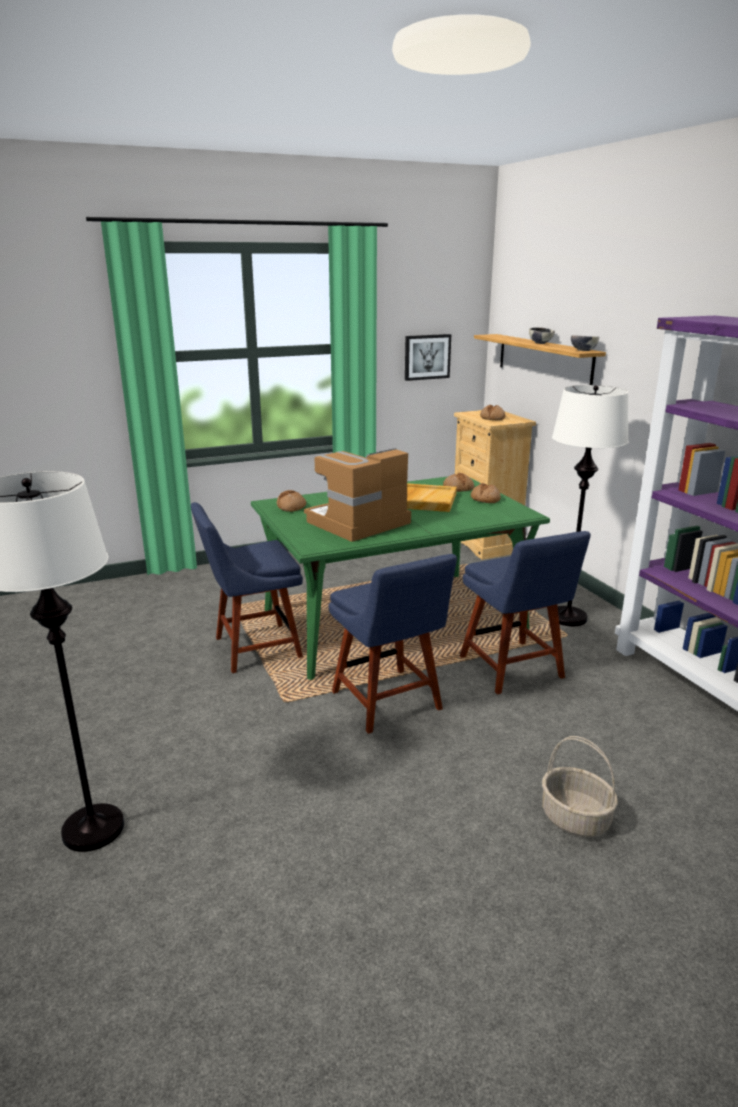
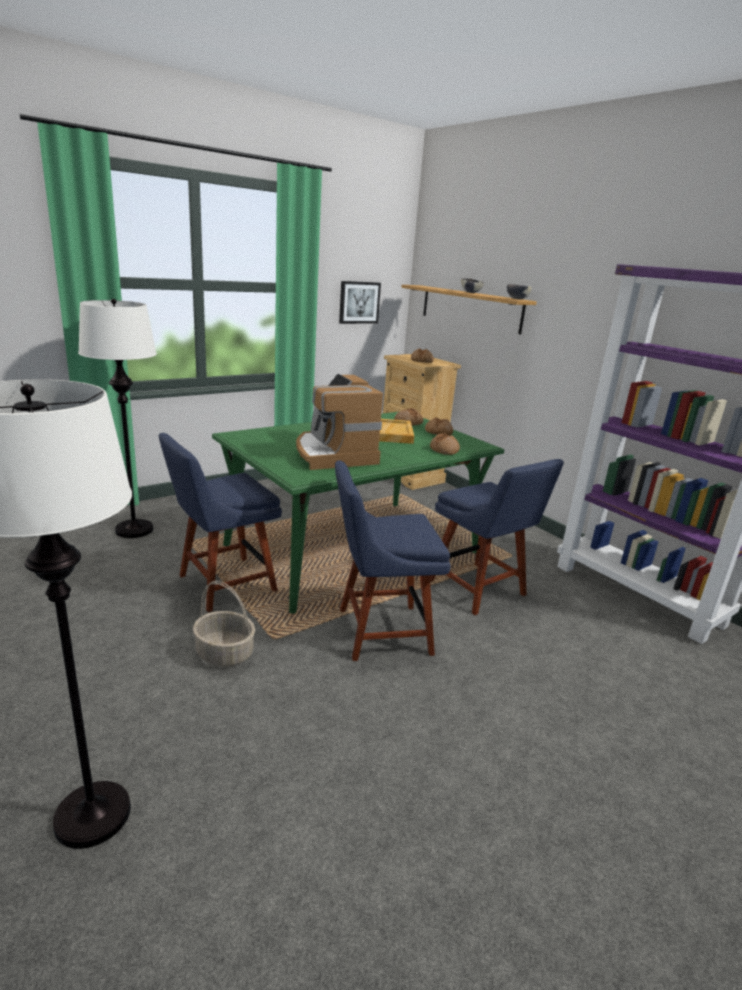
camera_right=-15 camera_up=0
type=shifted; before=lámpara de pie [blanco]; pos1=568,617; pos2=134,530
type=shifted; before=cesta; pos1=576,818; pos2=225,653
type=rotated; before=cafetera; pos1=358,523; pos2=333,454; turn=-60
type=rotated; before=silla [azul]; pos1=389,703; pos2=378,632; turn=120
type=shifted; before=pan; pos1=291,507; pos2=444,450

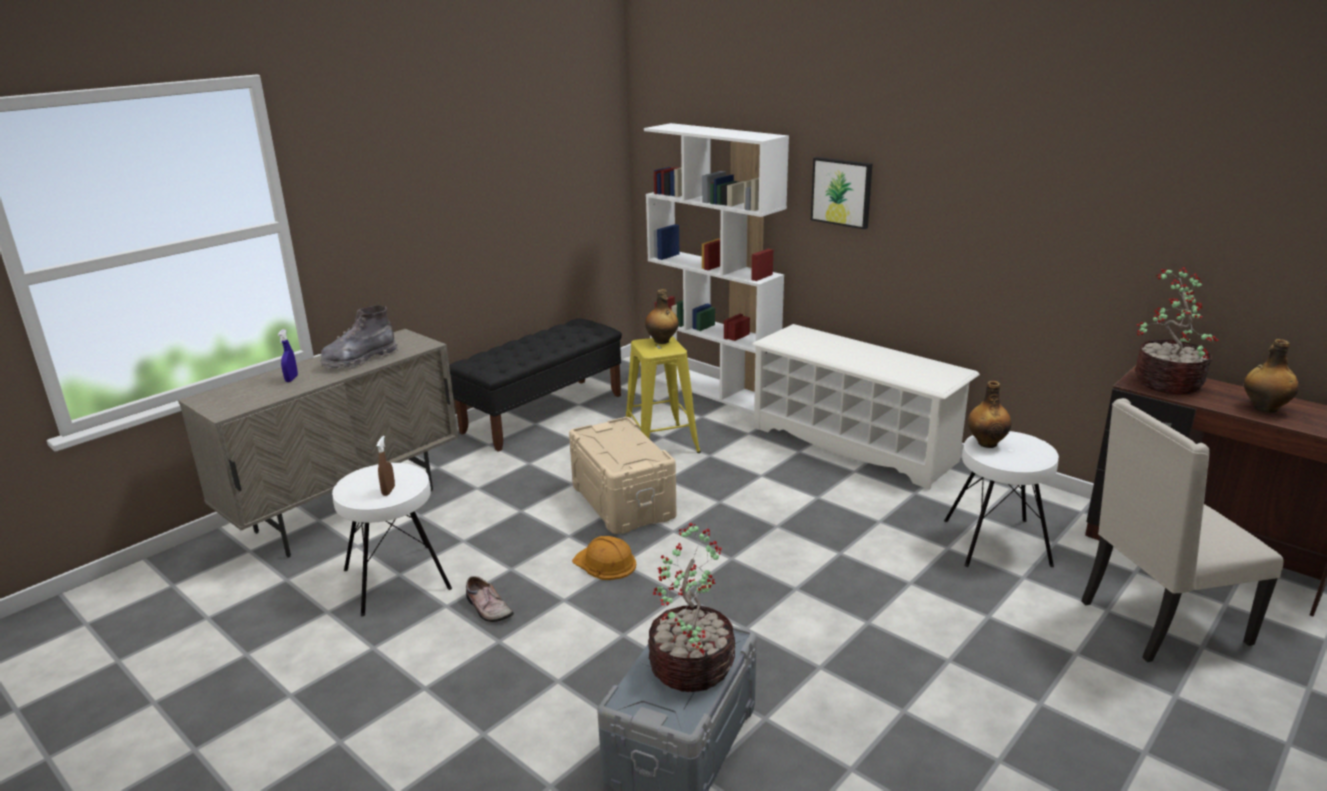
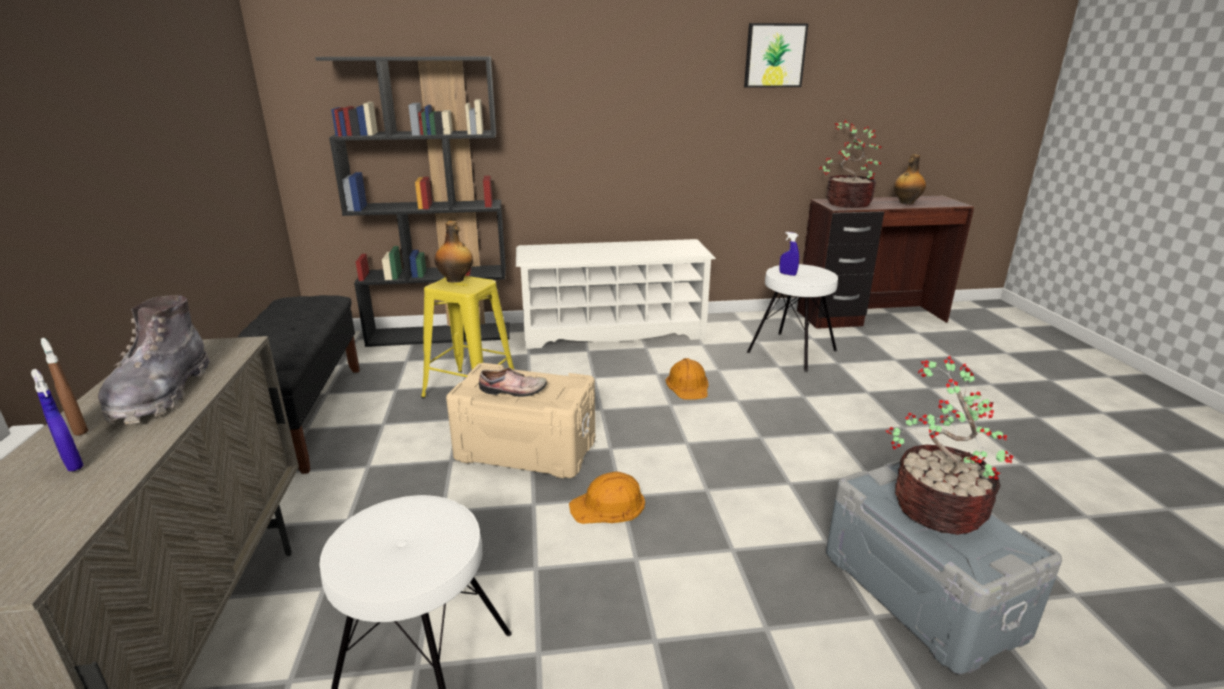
camera_right=-50 camera_up=0
type=shifted; before=pulverizador [marrón]; pos1=388,491; pos2=79,429
type=repainted; before=estantería [blanco]; after=estantería [negro]; pos1=714,389; pos2=441,335
type=shifted; before=zapato; pos1=487,608; pos2=513,391
type=new; after=casco [naranja]; pos2=688,385
type=shifted; before=cuadro; pos1=842,192; pos2=774,55
type=swapped; before=botella; after=pulverizador [azul]; pos1=986,443; pos2=787,274
type=gone; before=silla [beis]; pos1=1159,622

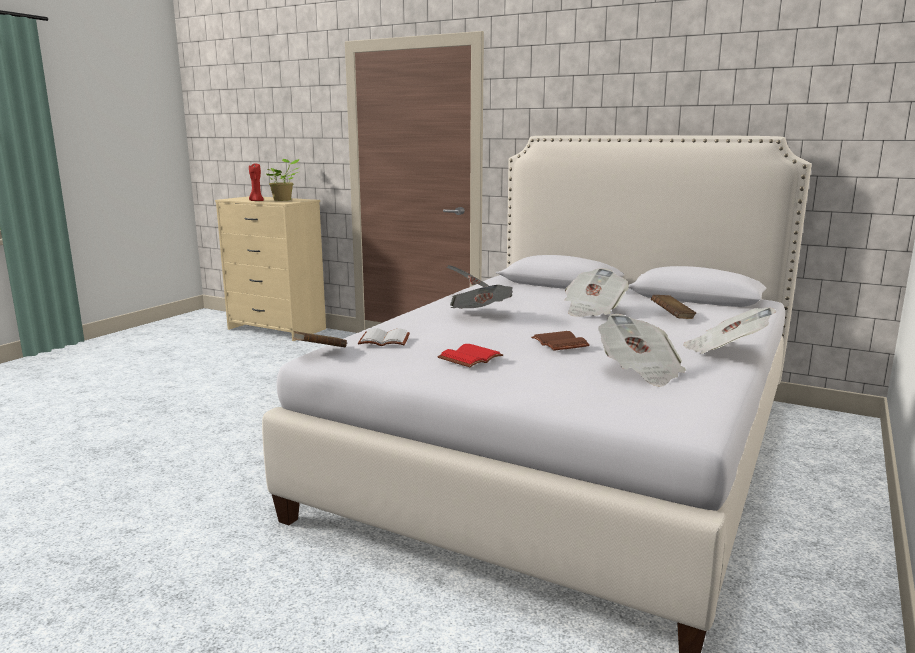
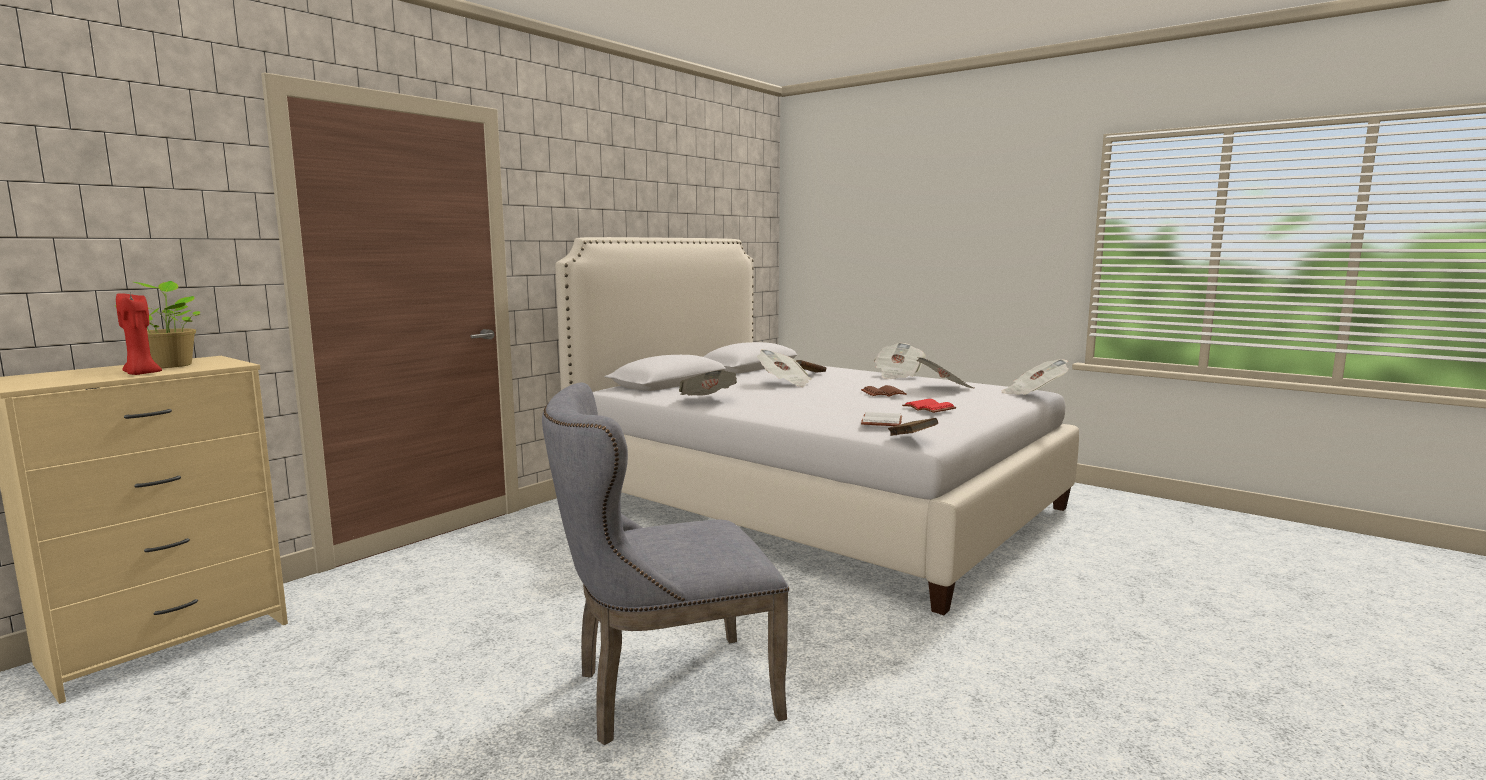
camera_right=-80 camera_up=-5
type=new; after=silla [gris]; pos2=663,693
type=shifted; before=periódico; pos1=480,315; pos2=1033,393

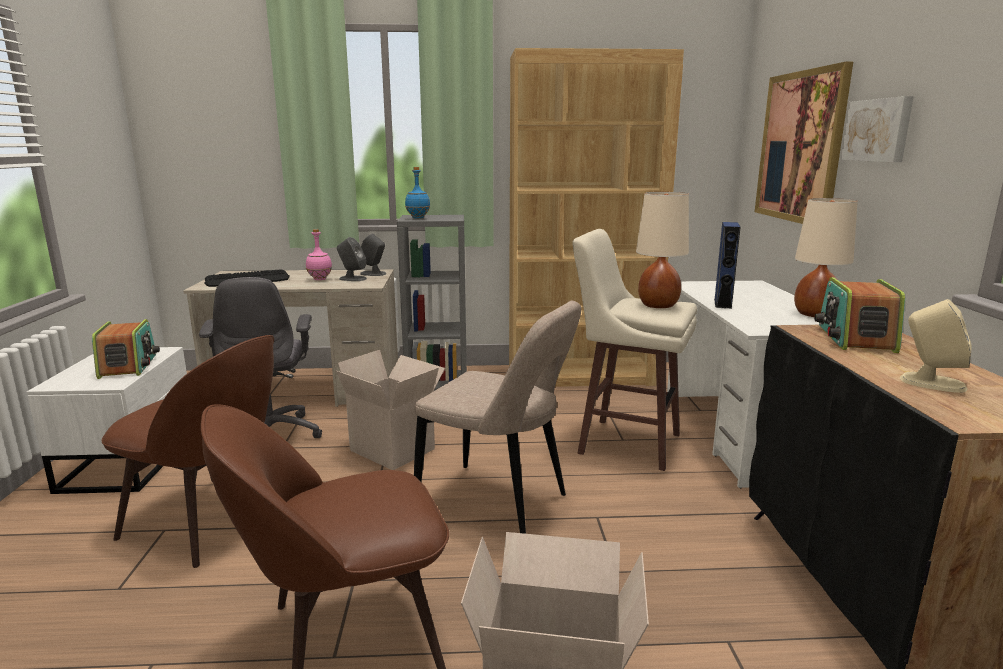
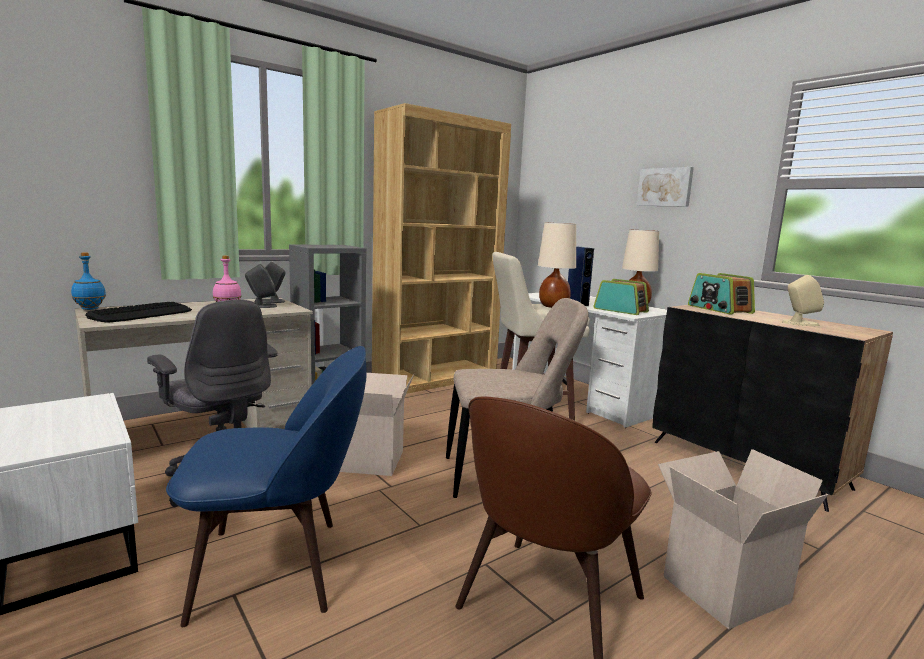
camera_right=-35 camera_up=-5
type=shifted; before=botella [azul]; pos1=417,218; pos2=90,309
type=repainted; before=silla [marrón]; after=silla [azul]; pos1=211,520; pos2=276,567
type=shifted; before=radio; pos1=129,366; pos2=620,310
type=gone; before=cuadro; pos1=800,147

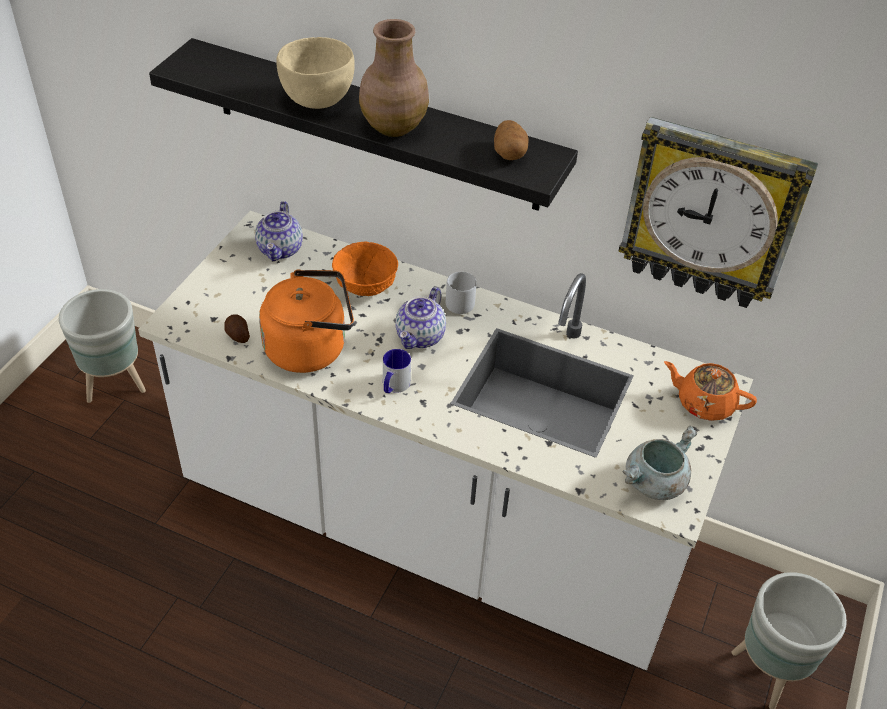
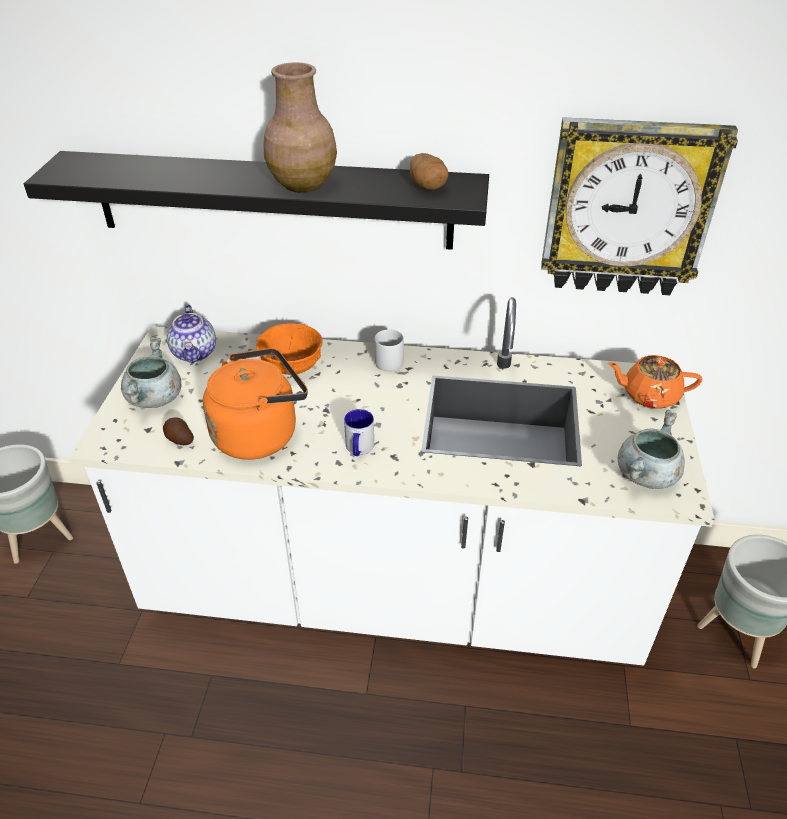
camera_right=-15 camera_up=-5
type=new; after=olla [gris]; pos2=155,399
type=gone; before=cuenco [beis]; pos1=318,100
type=gone; before=tetera; pos1=420,337

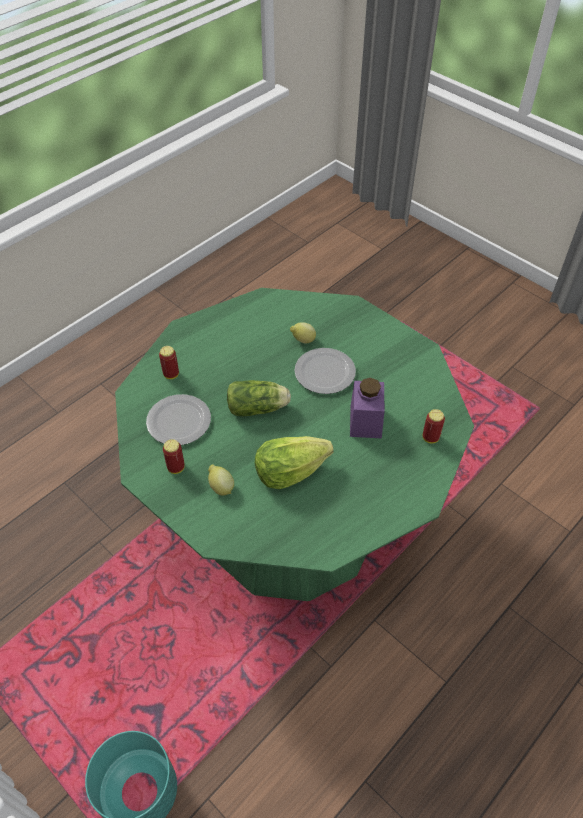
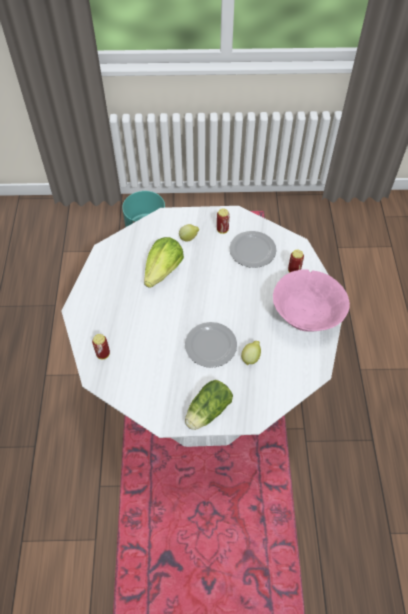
camera_right=135 camera_up=5
type=repainted; before=mesa de comedor [verde]; after=mesa de comedor [blanco]; pos1=291,523; pos2=203,386
type=shifted; before=lechuga; pos1=259,408; pos2=206,412
type=new; after=cuenco [rosa]; pos2=305,317
type=gone; before=tarro [morado]; pos1=365,421

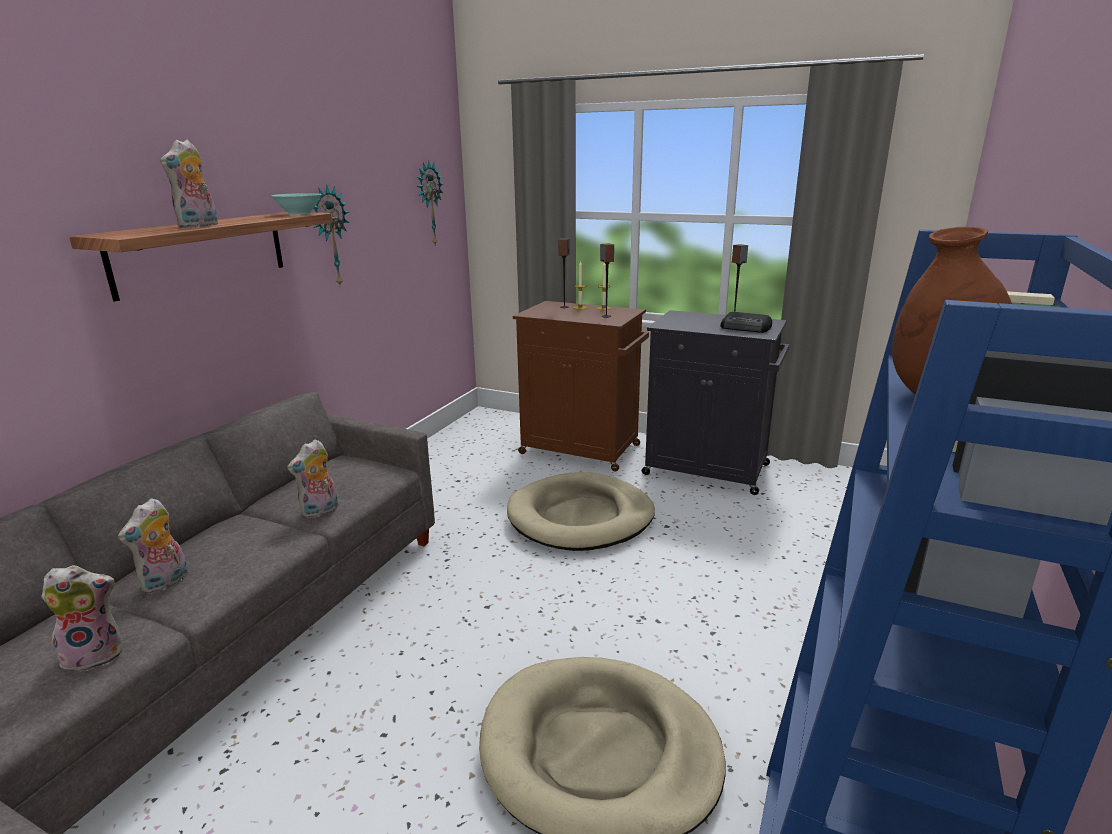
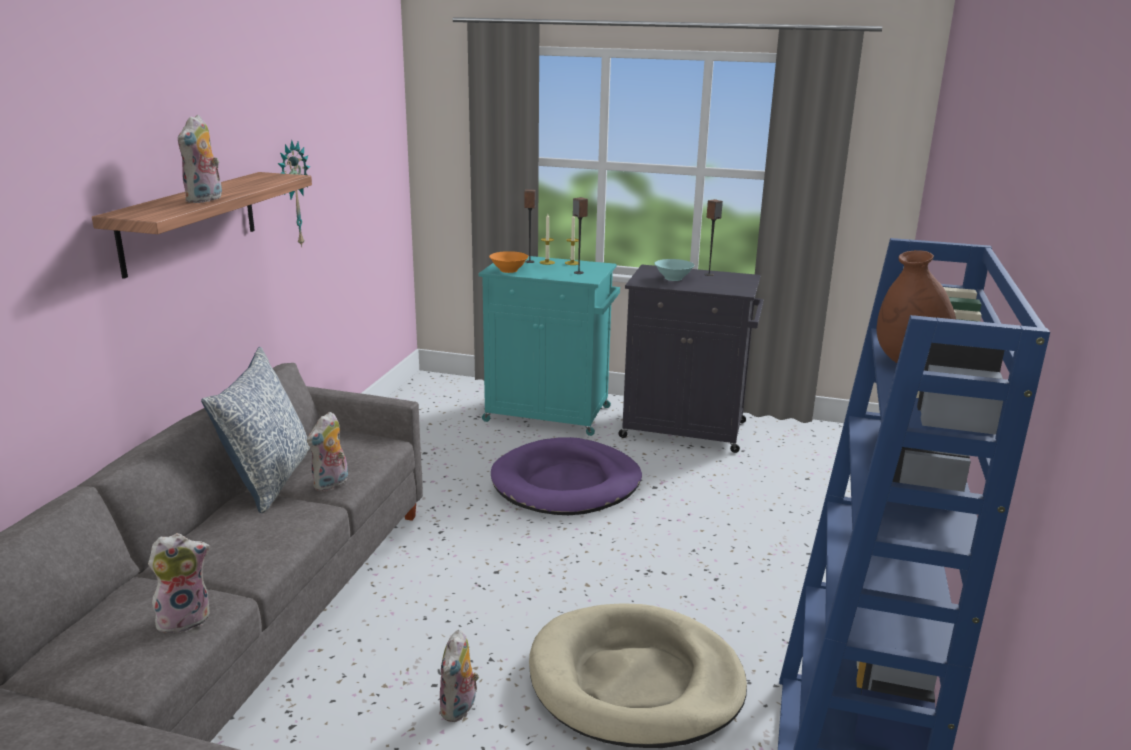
camera_right=-10 camera_up=0
type=new; after=cojín; pos2=269,478
type=shifted; before=peluche; pos1=166,583; pos2=459,709
type=repainted; before=armario [marrón]; after=armario [turquesa]; pos1=582,450; pos2=550,414
type=new; after=cuenco [naranja]; pos2=509,270
type=repainted; before=cama para perro [beis]; after=cama para perro [morado]; pos1=580,517; pos2=566,483
type=shifted; before=cuenco [turquesa]; pos1=299,213; pos2=673,278
type=gone; before=reloj de pared; pos1=429,204
type=gone; before=radio; pos1=746,328

